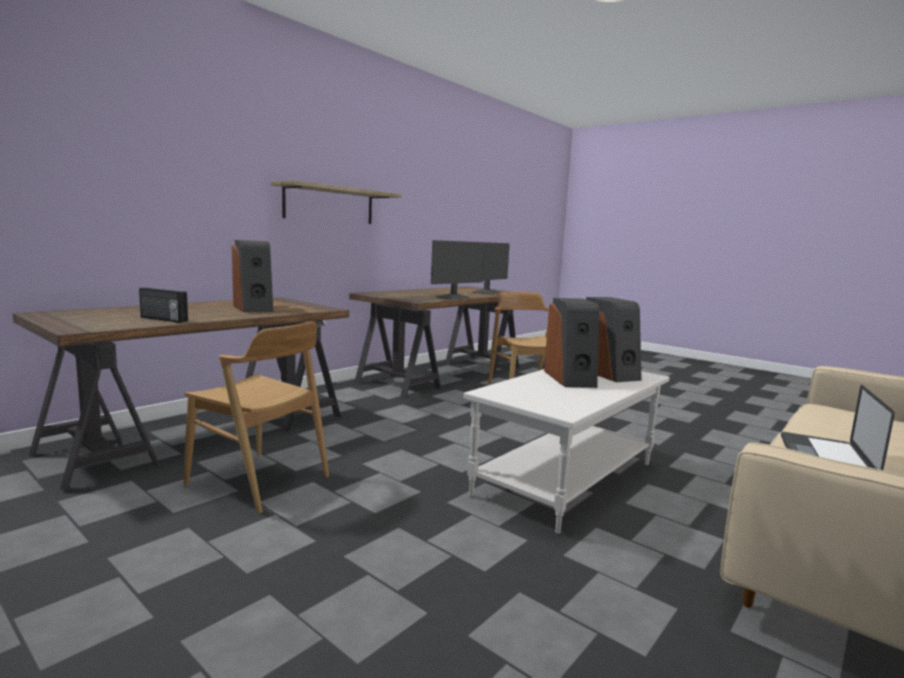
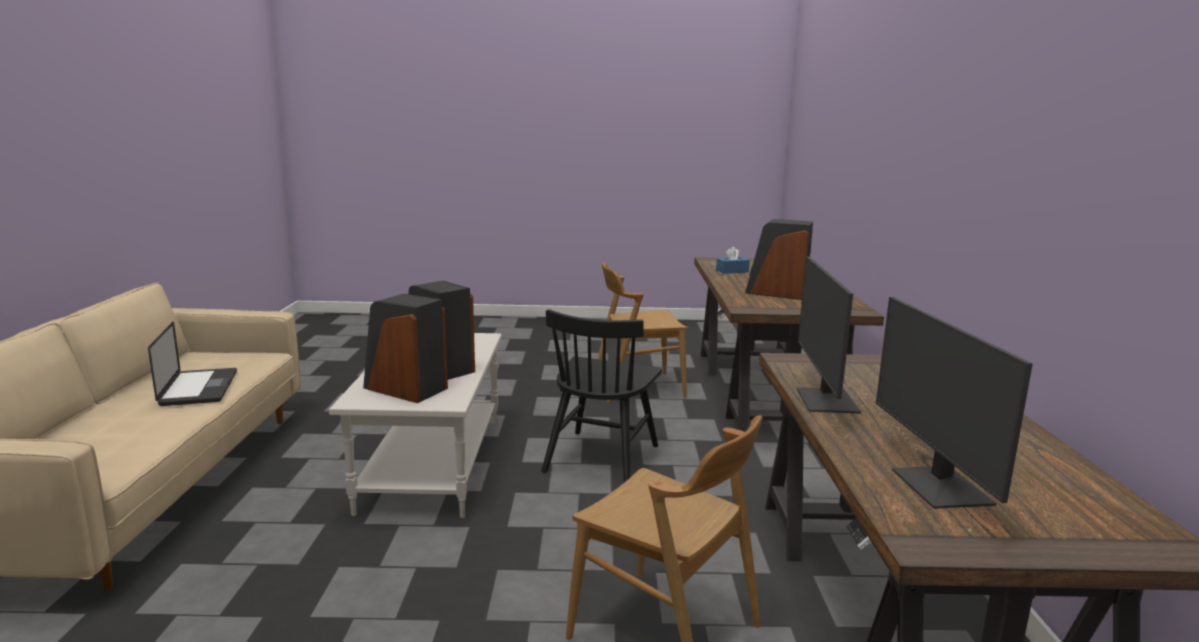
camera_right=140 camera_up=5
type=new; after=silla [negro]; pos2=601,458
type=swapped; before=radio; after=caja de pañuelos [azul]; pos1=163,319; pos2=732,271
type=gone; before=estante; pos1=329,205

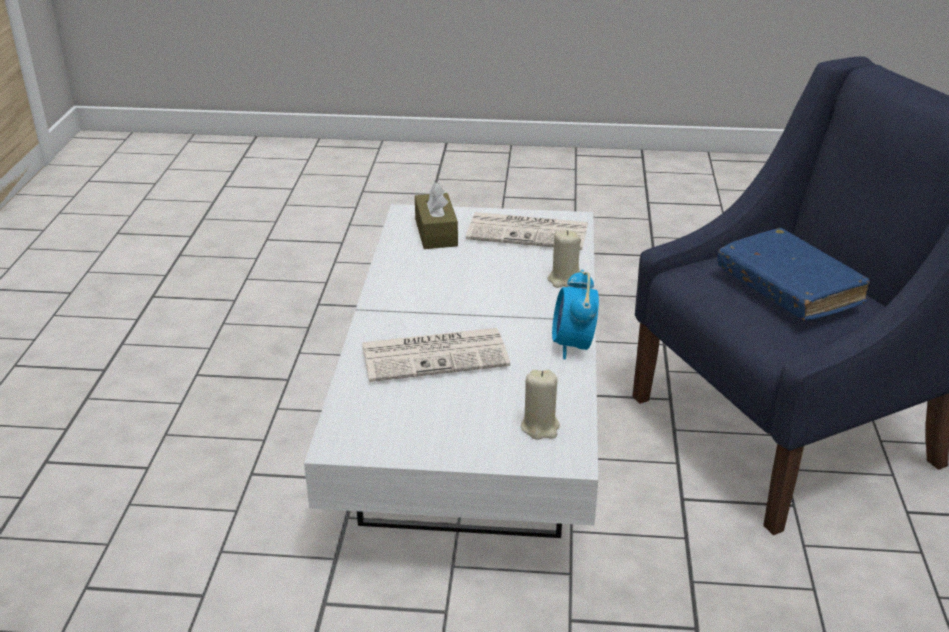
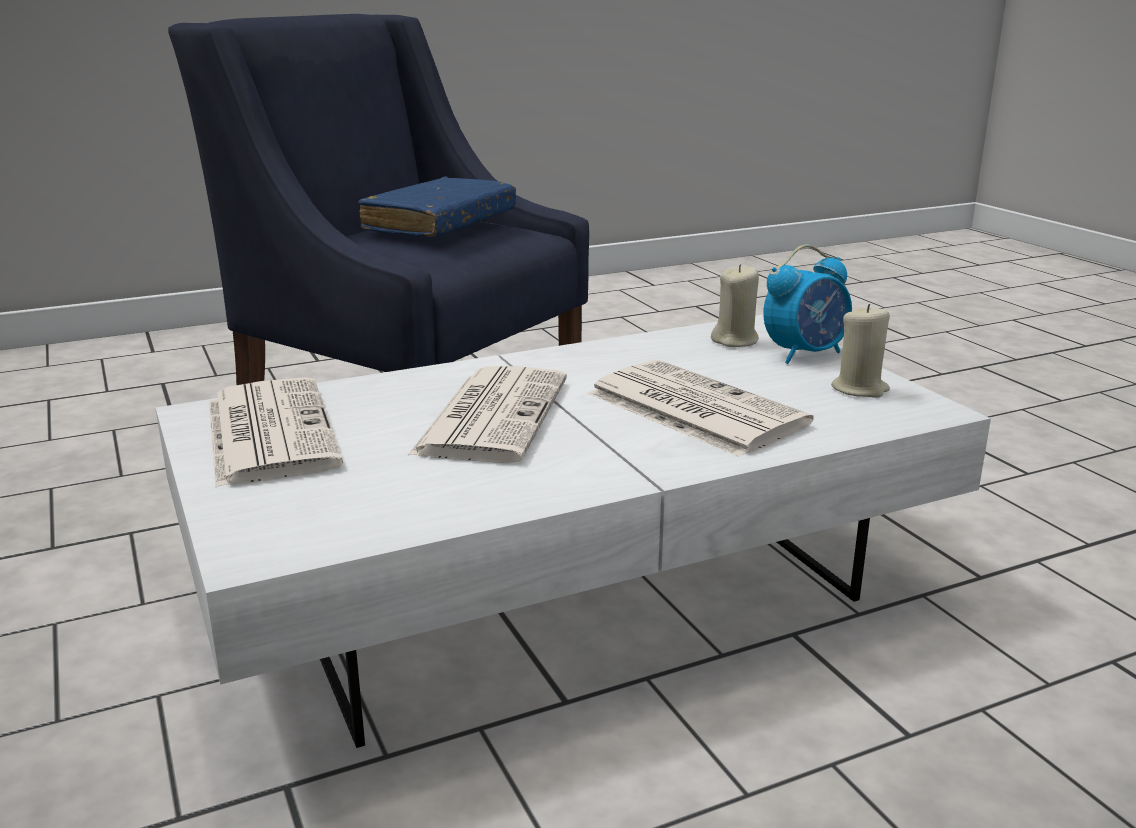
camera_right=-120 camera_up=-10
type=new; after=periódico; pos2=492,415
type=shifted; before=despertador; pos1=573,346; pos2=805,354
type=shifted; before=vela [beis]; pos1=564,280; pos2=860,389
type=gone; before=caja de pañuelos [marrón]; pos1=436,232

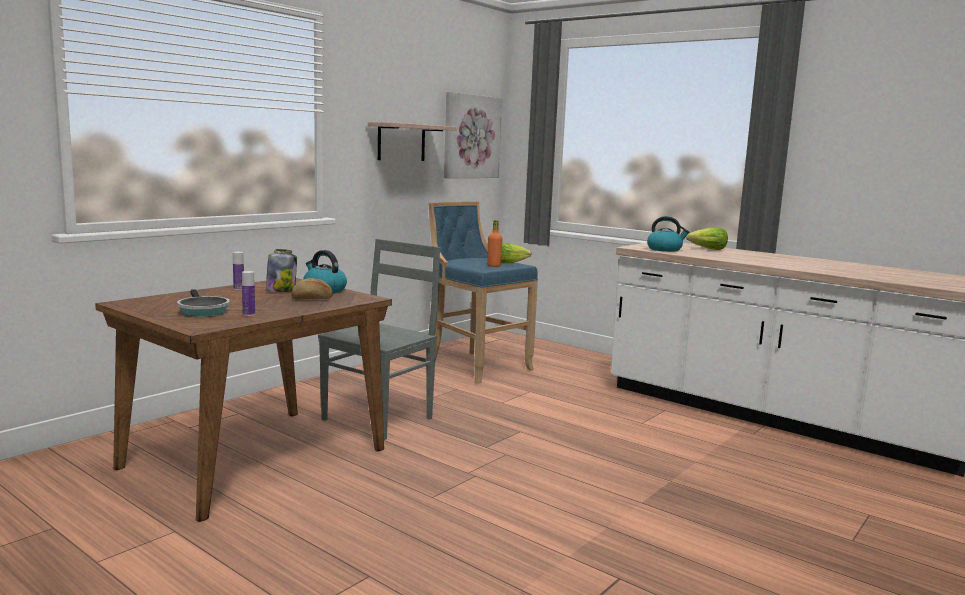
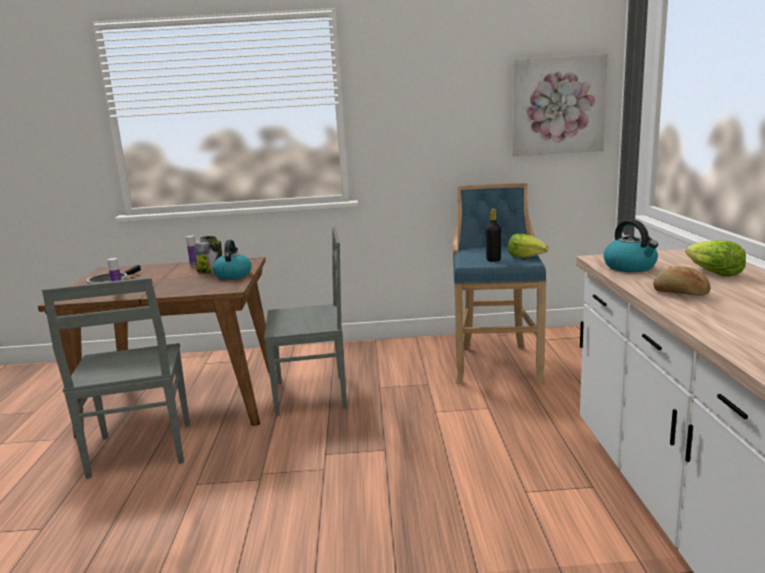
camera_right=50 camera_up=5
type=new; after=silla [gris]; pos2=140,451
type=repainted; before=botella [naranja]; after=botella [negro]; pos1=494,266; pos2=493,260
type=shifted; before=pan; pos1=312,299; pos2=680,293
type=gone; before=estante; pos1=401,142

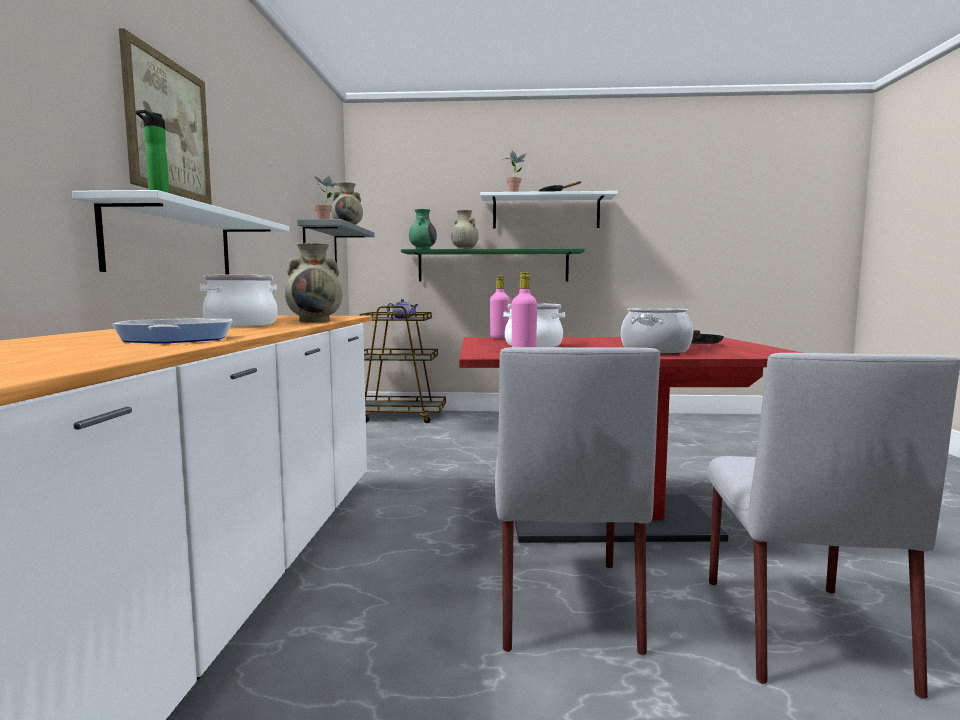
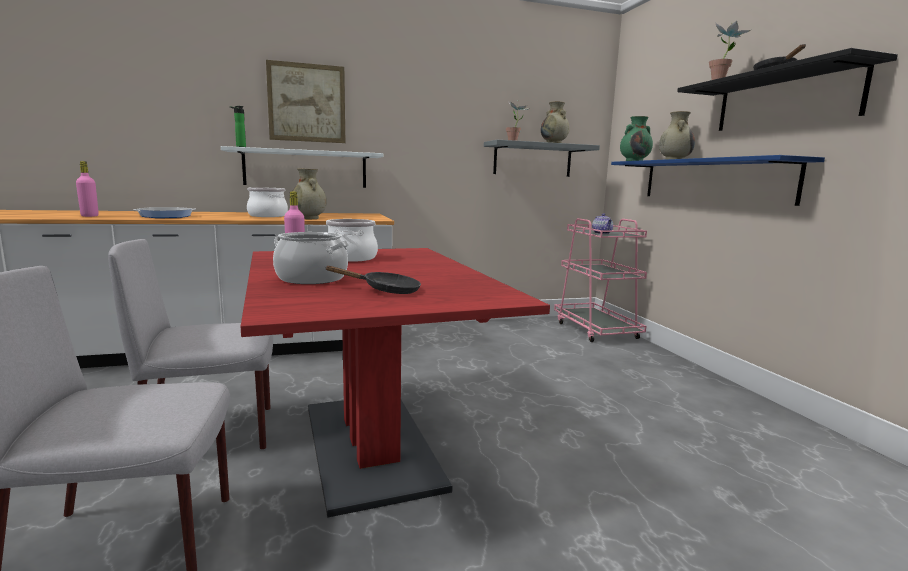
camera_right=70 camera_up=5
type=shifted; before=botella [rosa]; pos1=499,338; pos2=89,216
type=repainted; before=carrito [marrón]; after=carrito [rosa]; pos1=399,416; pos2=596,330
type=repainted; before=estante [verde]; after=estante [azul]; pos1=493,266; pos2=712,180
type=repainted; before=estante [blanco]; after=estante [negro]; pos1=546,212; pos2=785,100

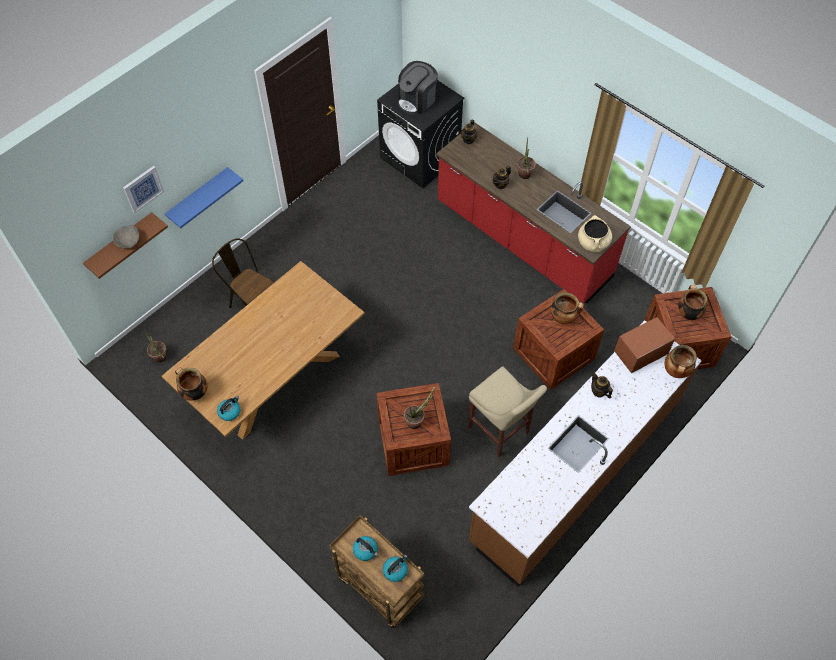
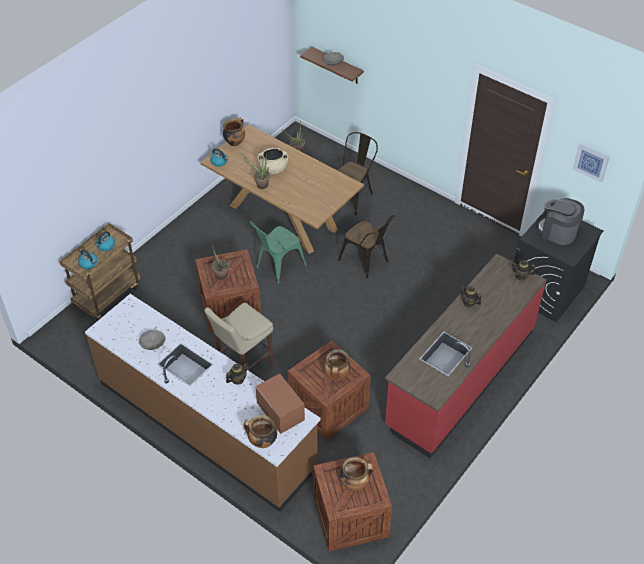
camera_right=85 camera_up=-10
type=new; after=cuenco [gris]; pos2=153,345
type=shifted; before=planta en maceta; pos1=524,176; pos2=259,185
type=new; after=silla [verde]; pos2=277,267
type=shifted; before=olla [beis]; pos1=593,243; pos2=273,169
type=new; after=silla [marrón]; pos2=367,262
type=shifted; before=cuadro; pos1=143,188; pos2=591,162
type=gone; before=estante [azul]; pos1=198,197

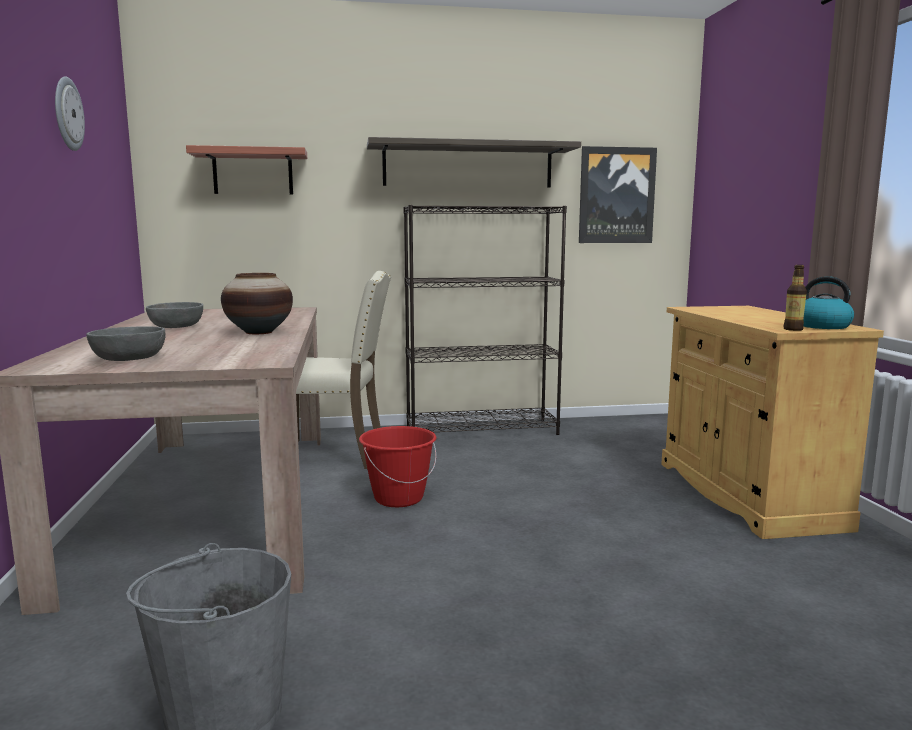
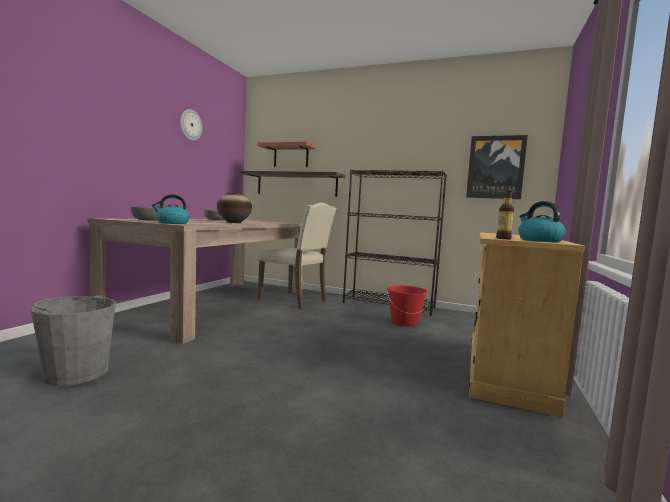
camera_right=30 camera_up=-5
type=new; after=hervidor; pos2=172,223
type=shifted; before=estante; pos1=468,166; pos2=296,184
type=shifted; before=cubo [rojo]; pos1=398,498; pos2=404,322

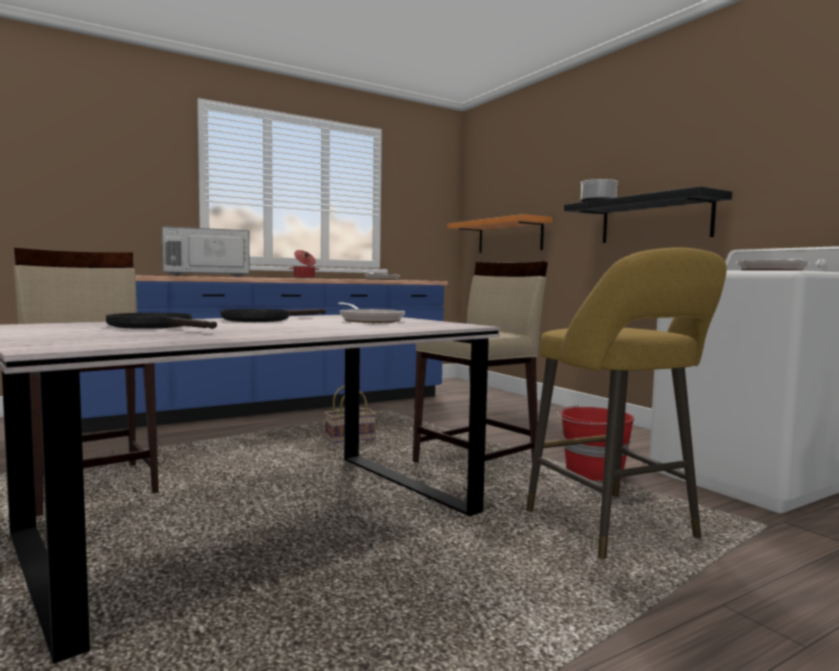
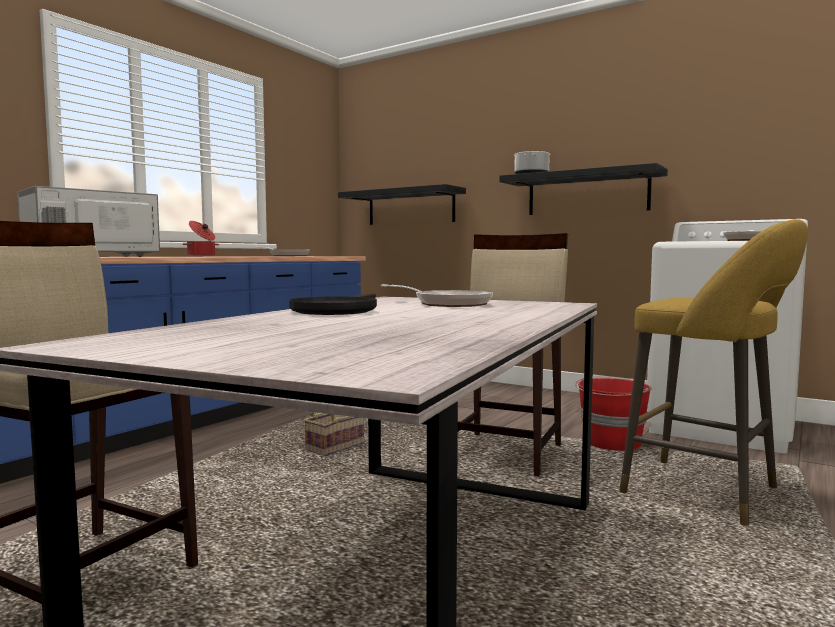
camera_right=-25 camera_up=0
type=repainted; before=estante [naranja]; after=estante [negro]; pos1=509,236; pos2=410,207
type=gone; before=sartén [negro]; pos1=157,326

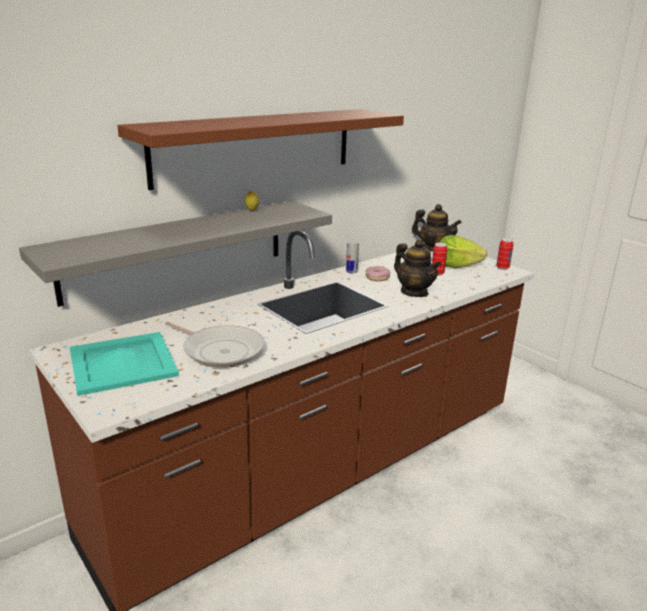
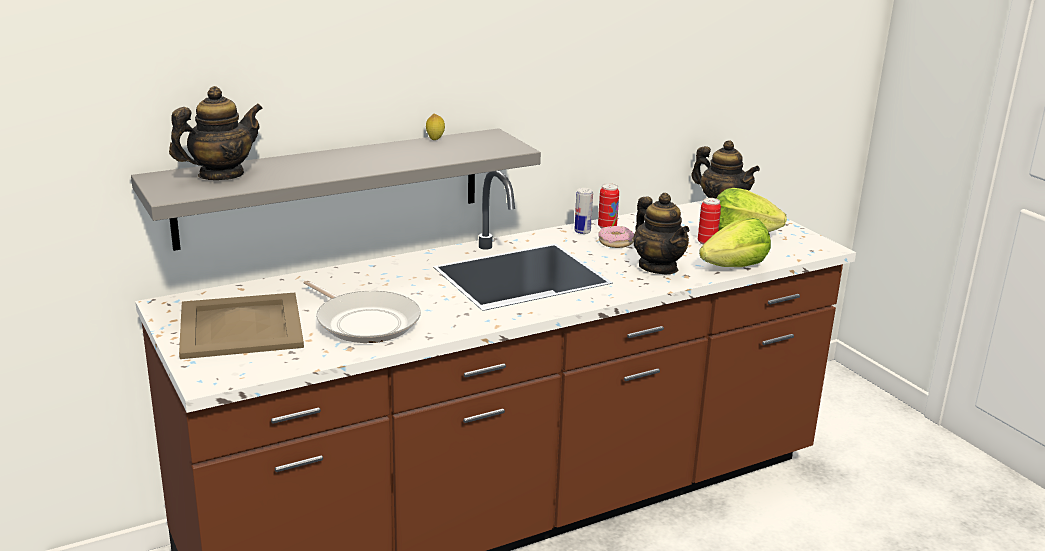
camera_right=10 camera_up=0
type=new; after=tetera; pos2=221,175
type=repainted; before=bandeja [turquesa]; after=bandeja [beis]; pos1=123,362; pos2=242,326
type=shifted; before=lata; pos1=502,268; pos2=607,227
type=new; after=lechuga; pos2=735,267
type=gone; before=estante [marrón]; pos1=256,146

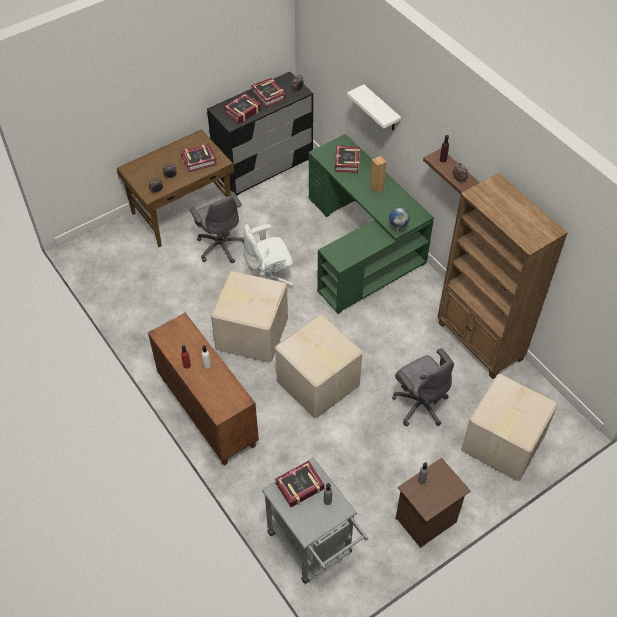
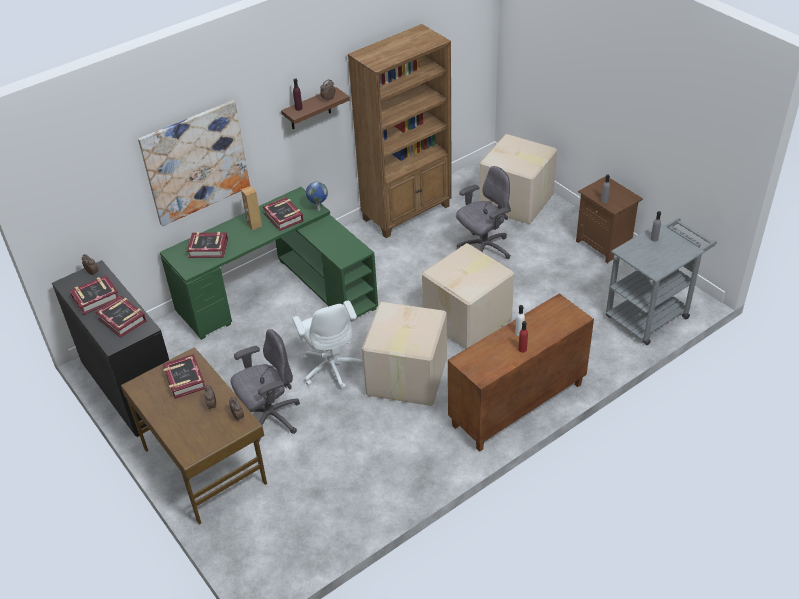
camera_right=-90 camera_up=-10
type=swapped; before=estante [blanco]; after=cuadro; pos1=381,109; pos2=196,163
type=shifted; before=libro; pos1=300,486; pos2=284,217

